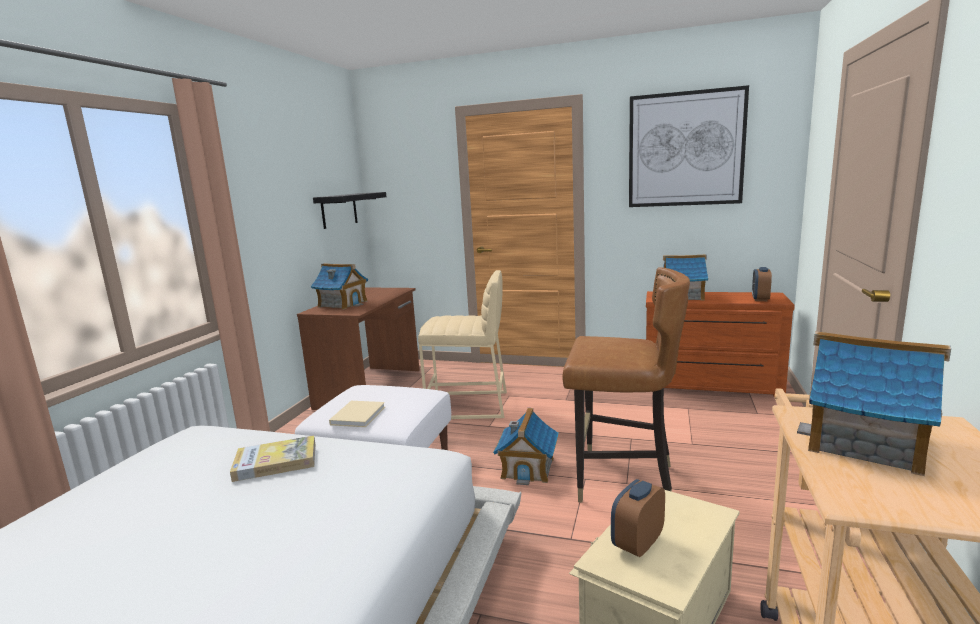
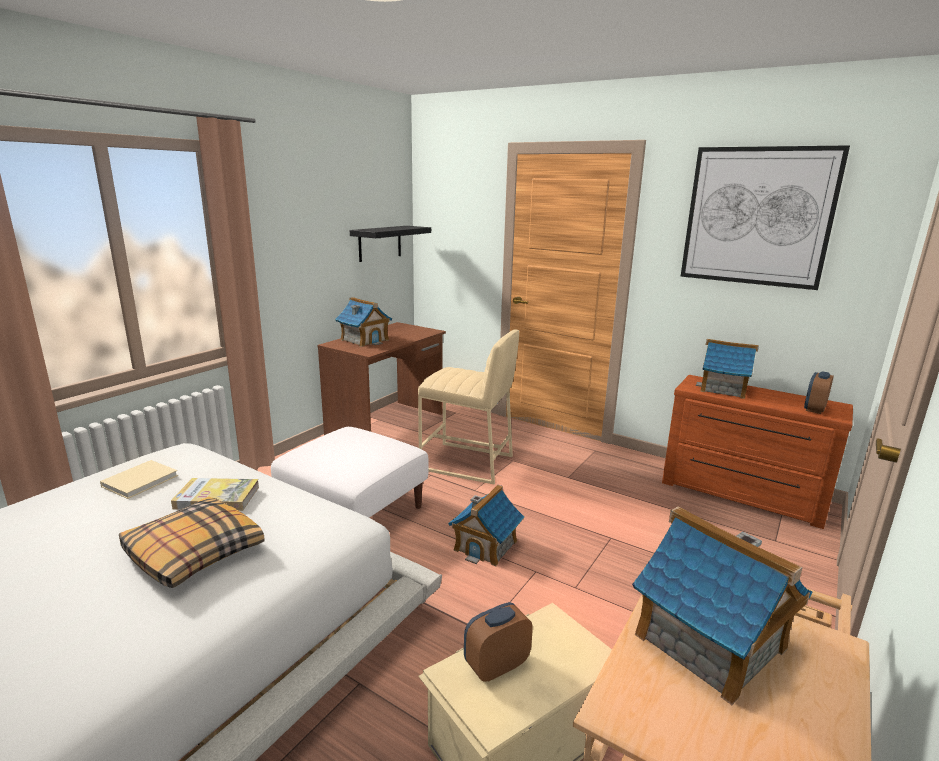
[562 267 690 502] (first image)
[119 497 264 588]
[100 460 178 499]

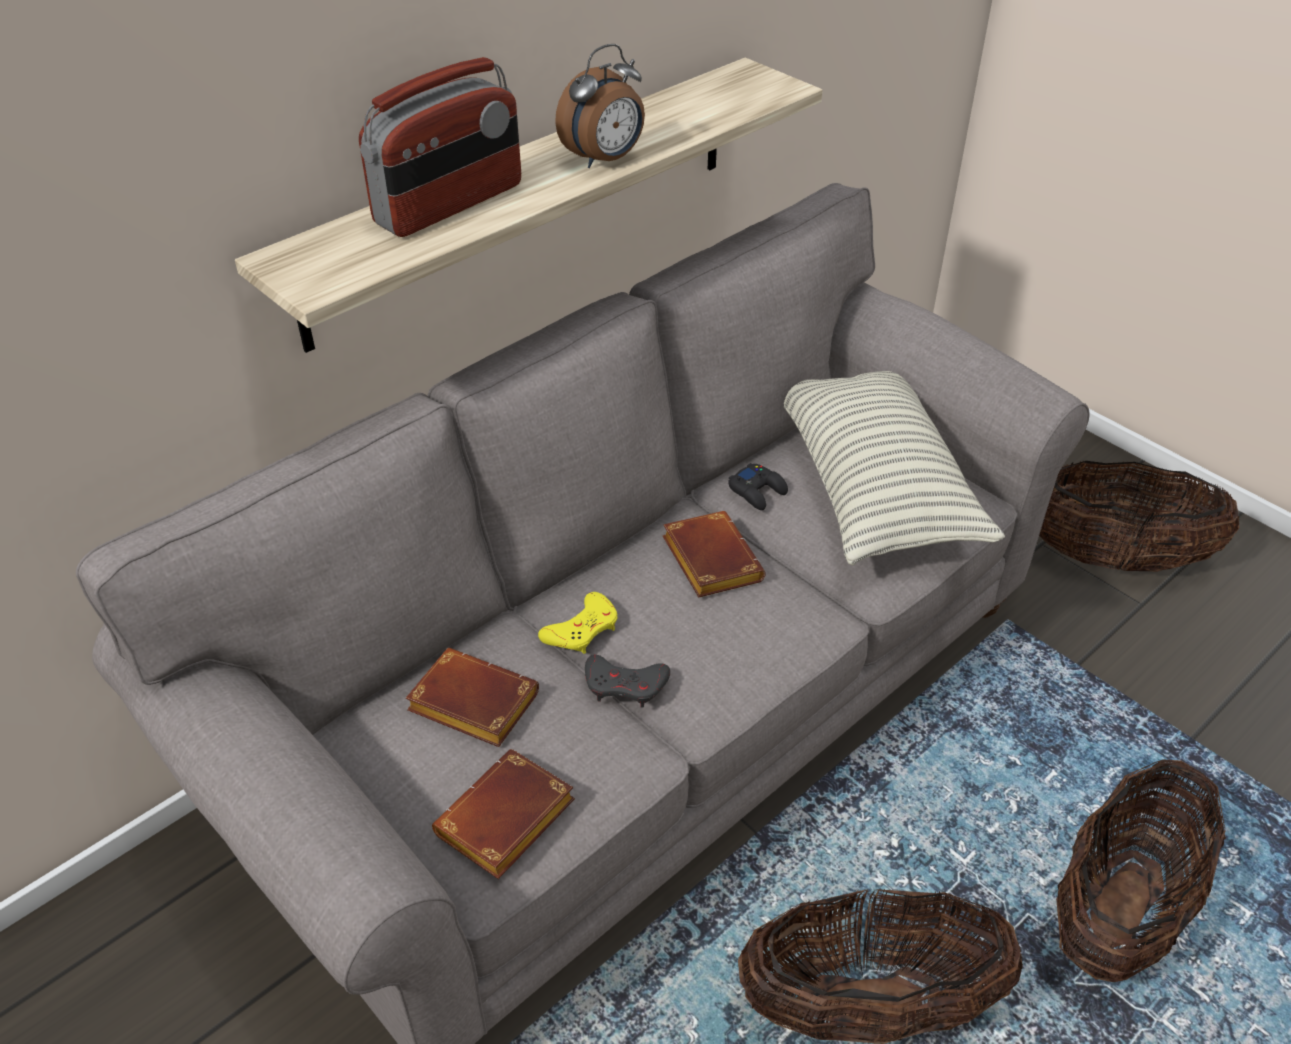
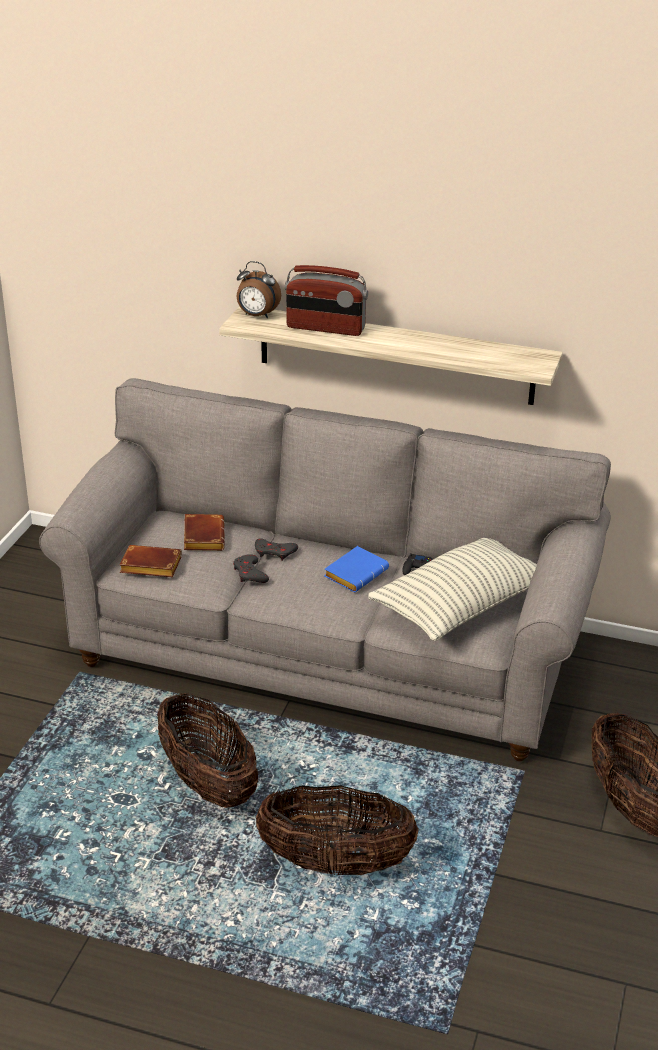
[237 261 281 318]
[255 538 298 561]
[324 546 389 592]

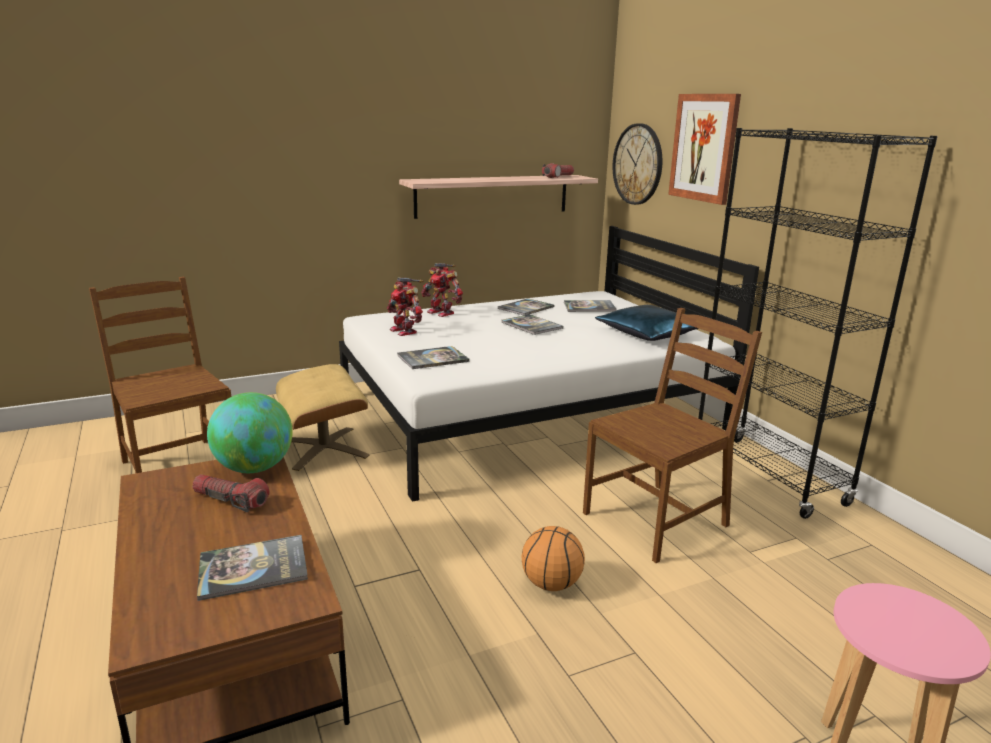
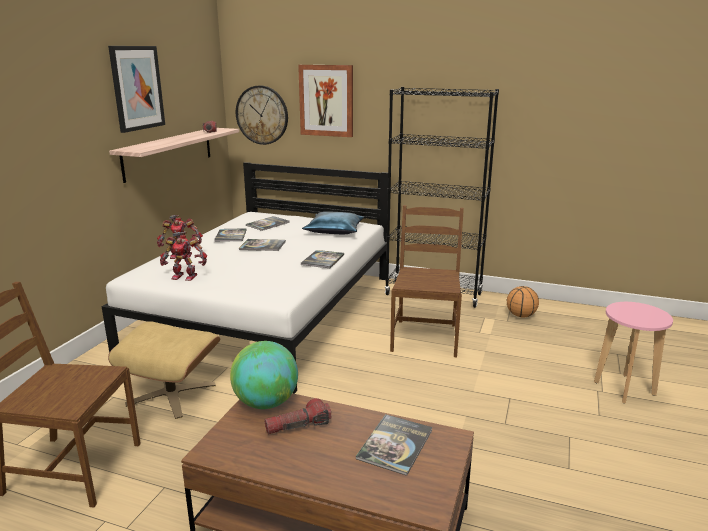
[108 46 165 133]
[301 250 344 268]
[507 286 539 318]

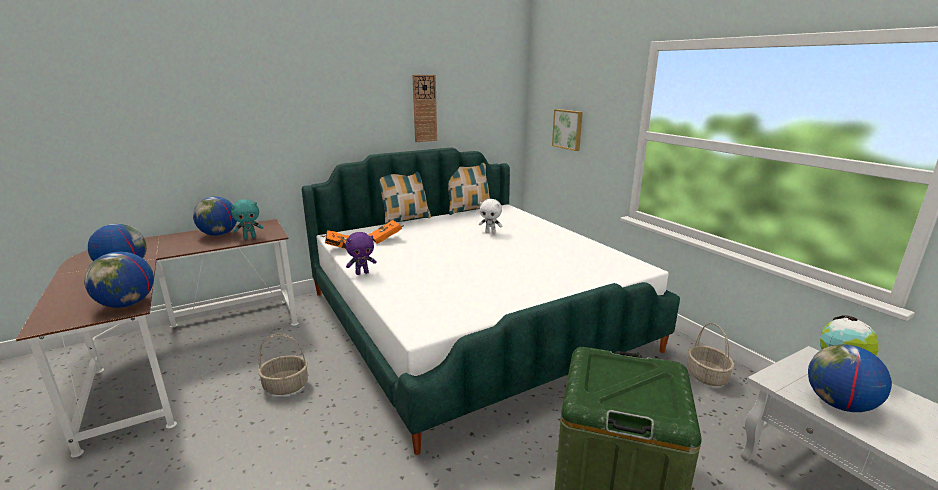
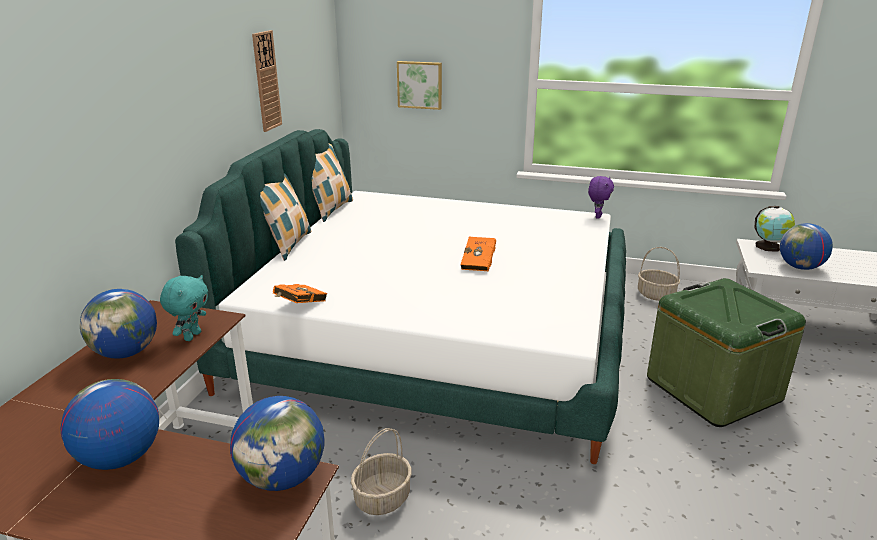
[479 199 502 234] (first image)
[588 176 614 219]
[461 237 496 271]

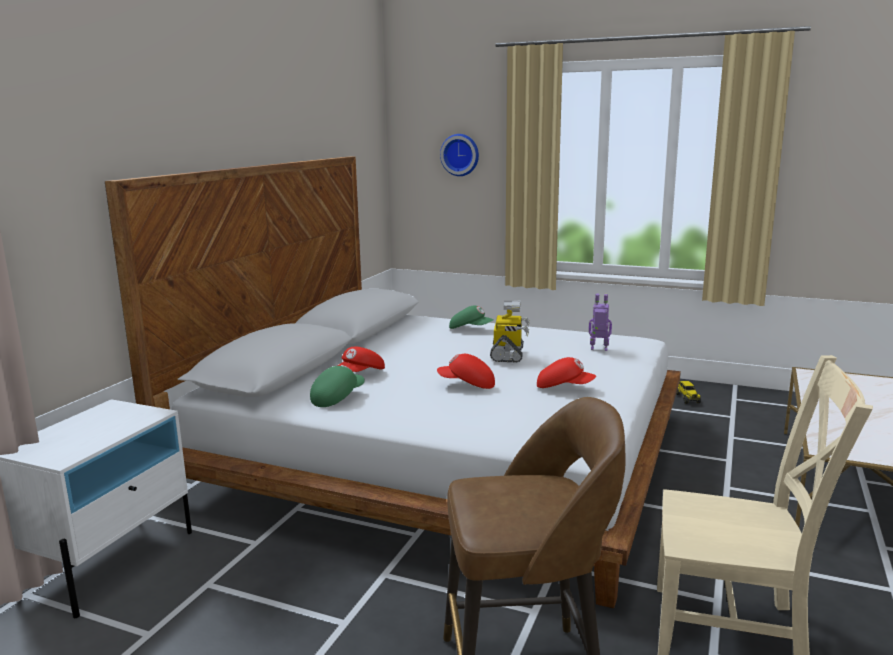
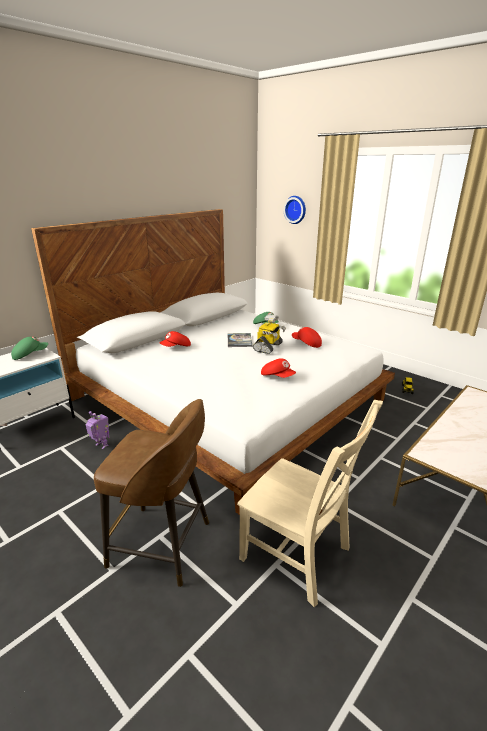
[228 333 252 347]
[11 337 48 360]
[292 327 322 348]
[86 411 109 449]

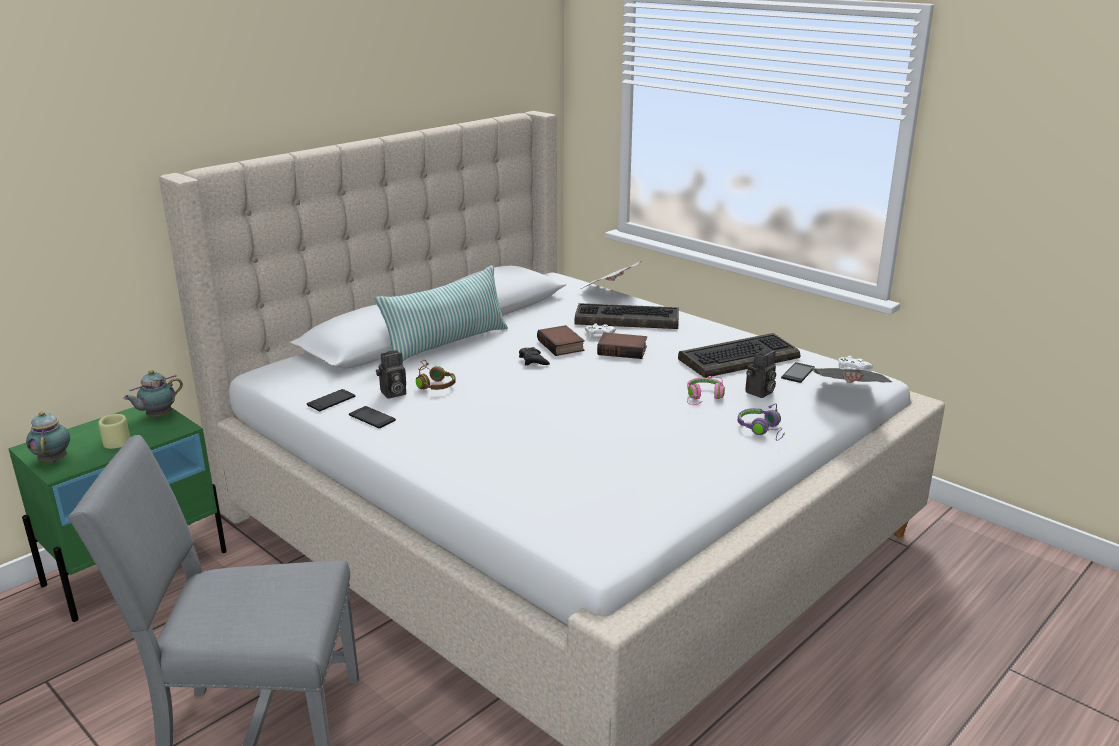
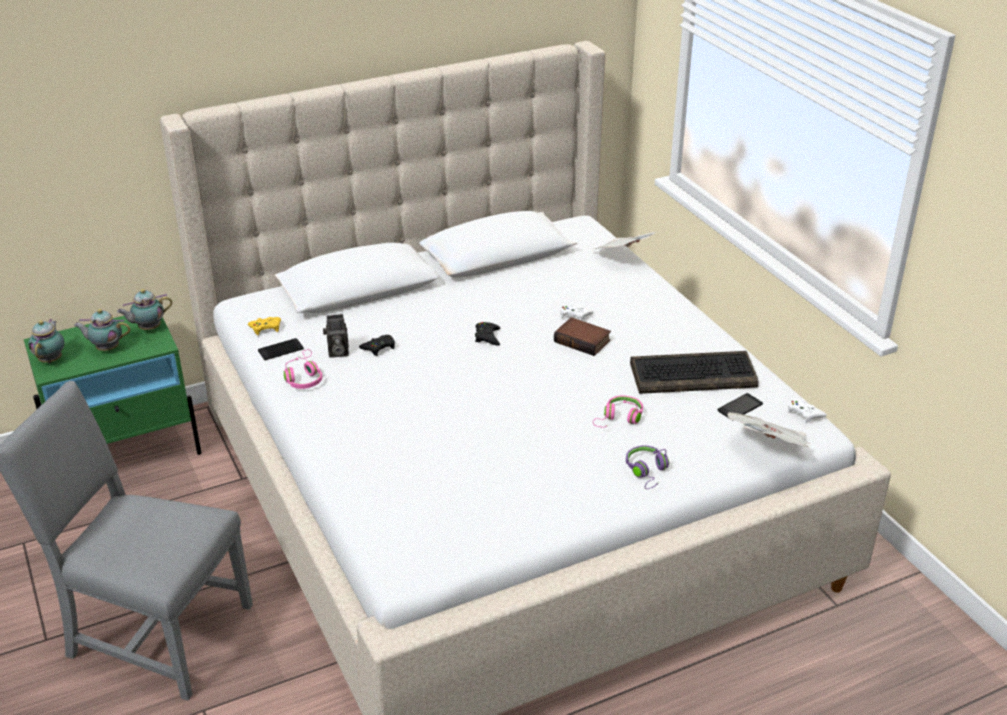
[375 265 508 361] (first image)
[537 325 585 356] (first image)
[575 303 679 329] (first image)
[745 349 776 398] (first image)
[248 317 281 335]
[74 309 130 351]
[284 349 322 389]
[359 335 395 356]

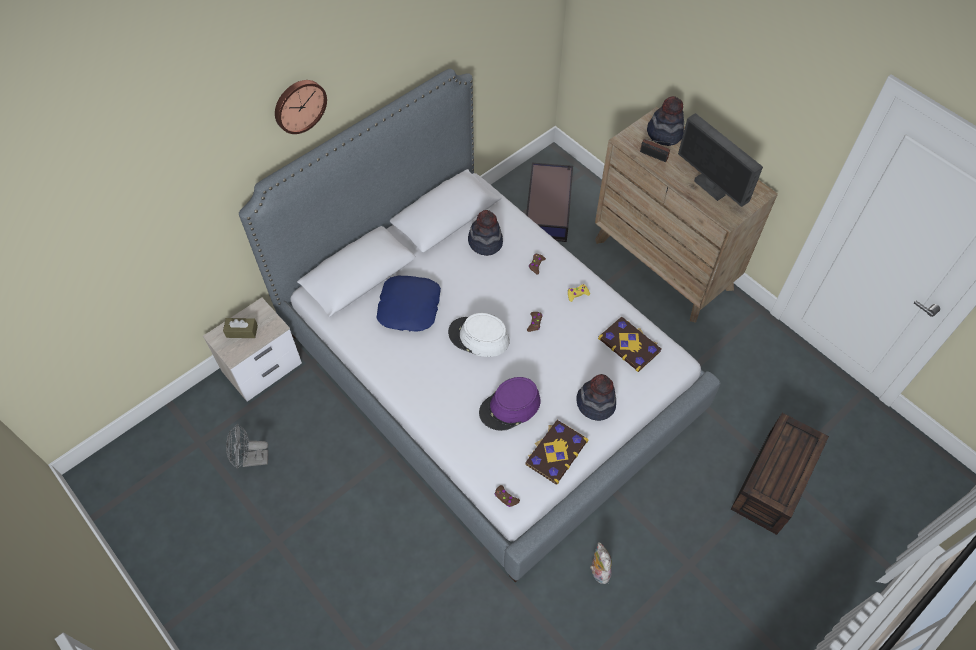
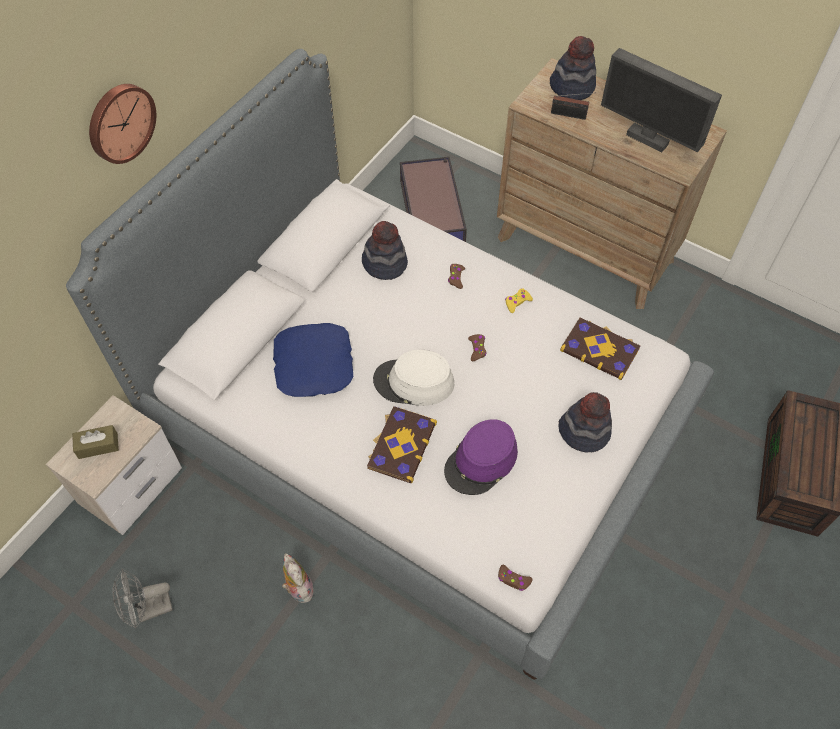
[367 406 437 483]
[282 553 314 603]

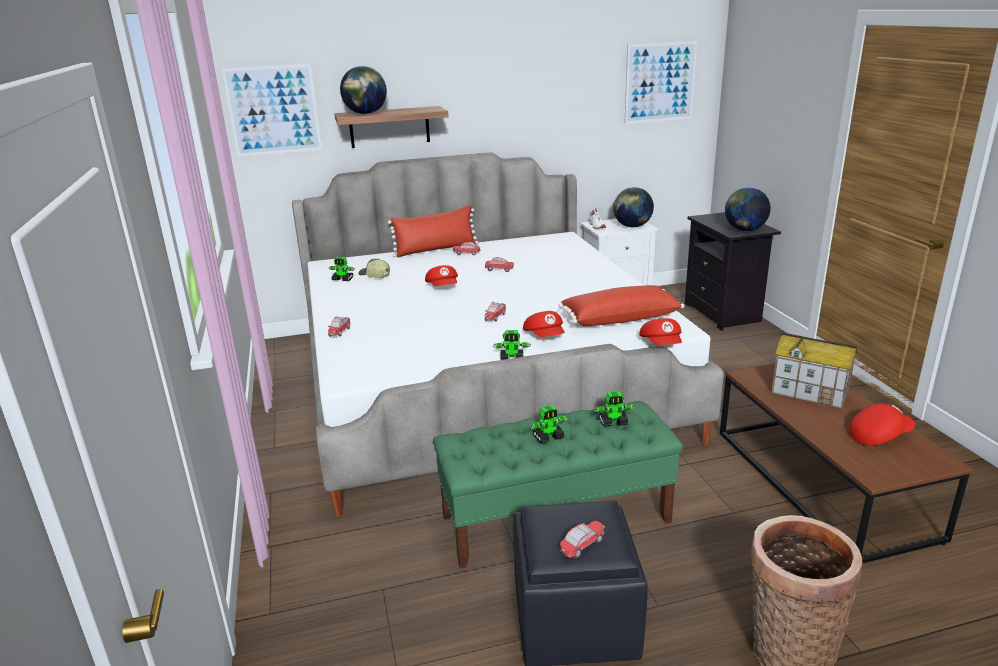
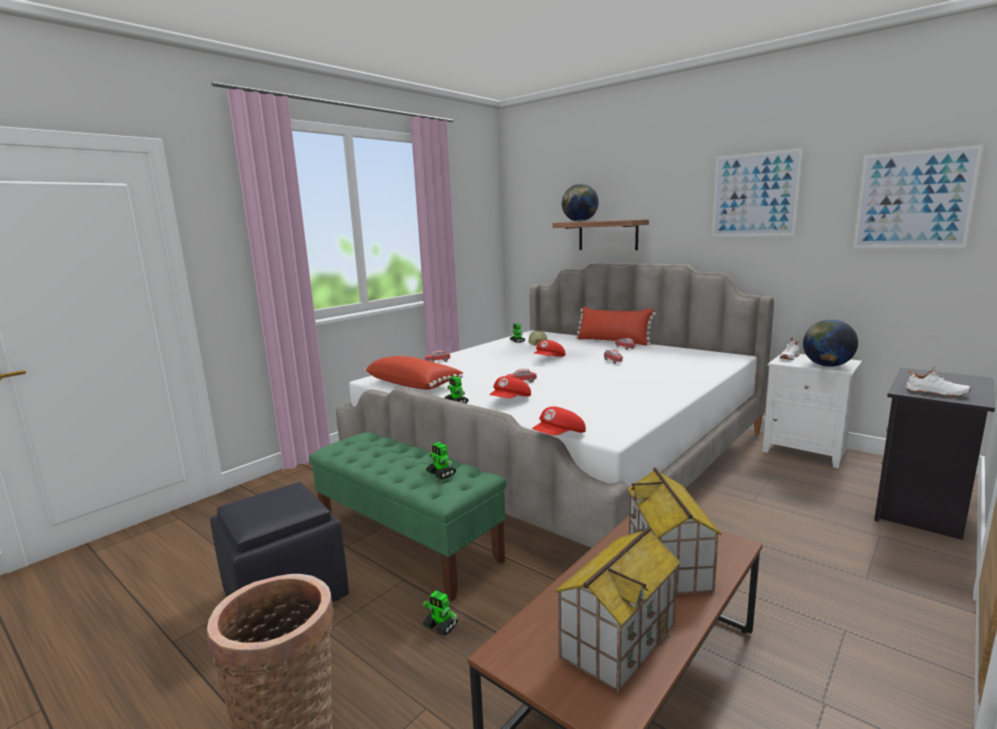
[560 521 605 558] (first image)
[712 148 803 237]
[423 590 458 635]
[365 356 463 390]
[906 366 971 397]
[555 527 681 693]

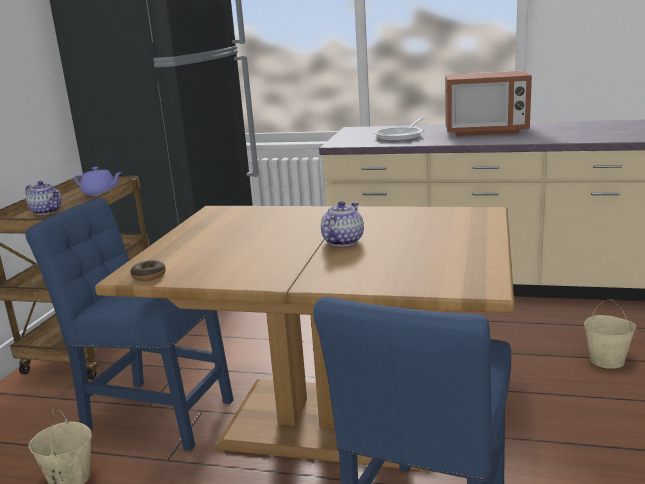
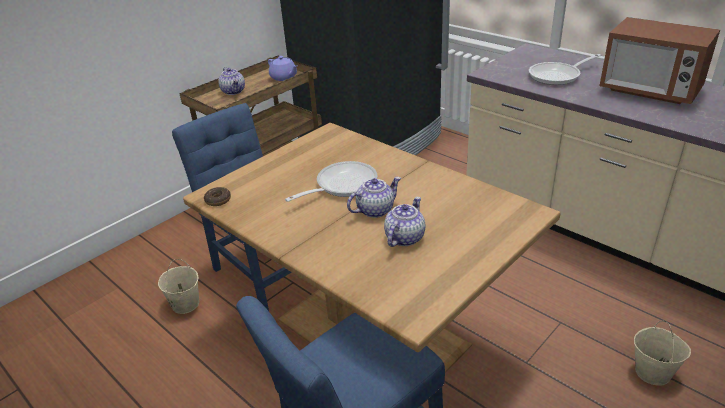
[285 161 378 202]
[384 197 425 247]

